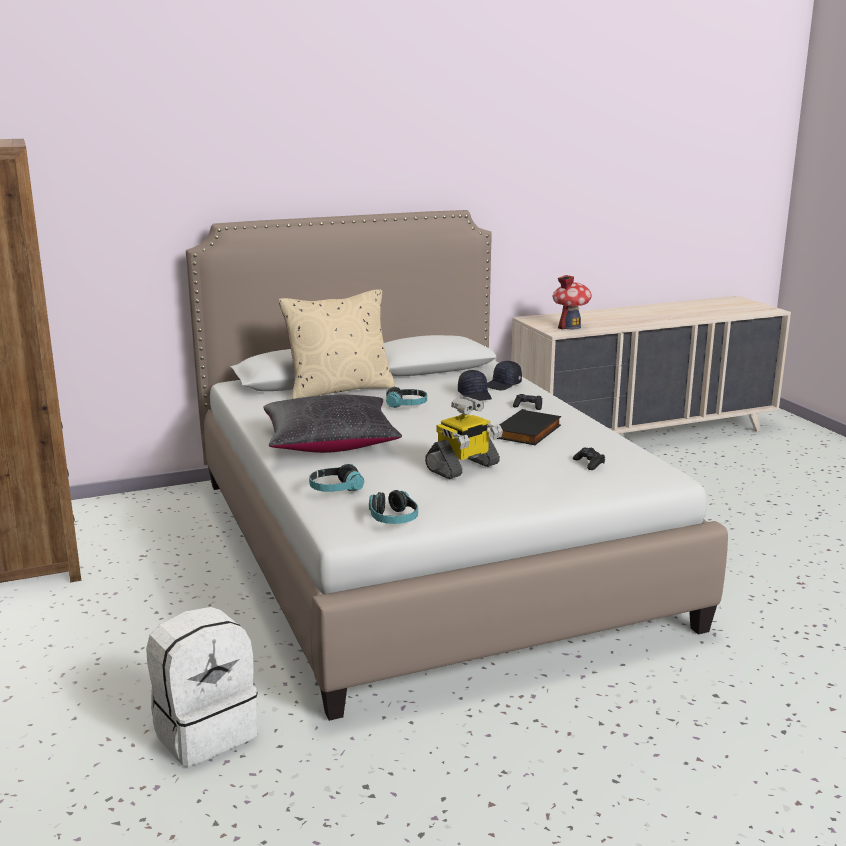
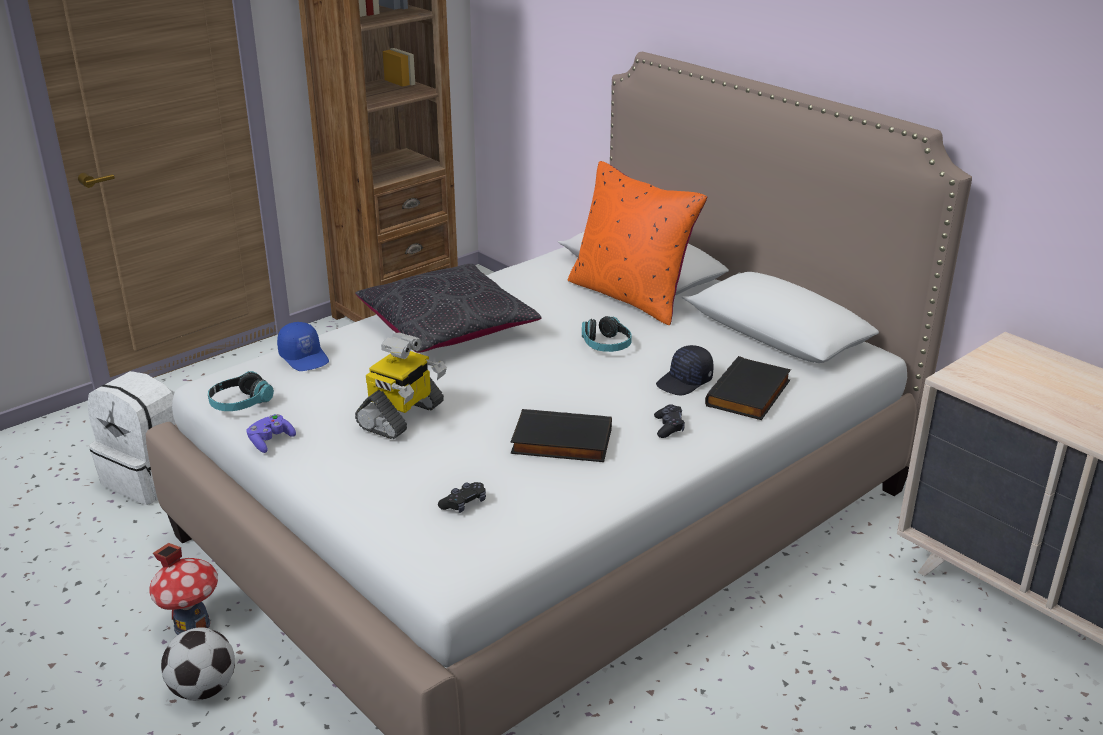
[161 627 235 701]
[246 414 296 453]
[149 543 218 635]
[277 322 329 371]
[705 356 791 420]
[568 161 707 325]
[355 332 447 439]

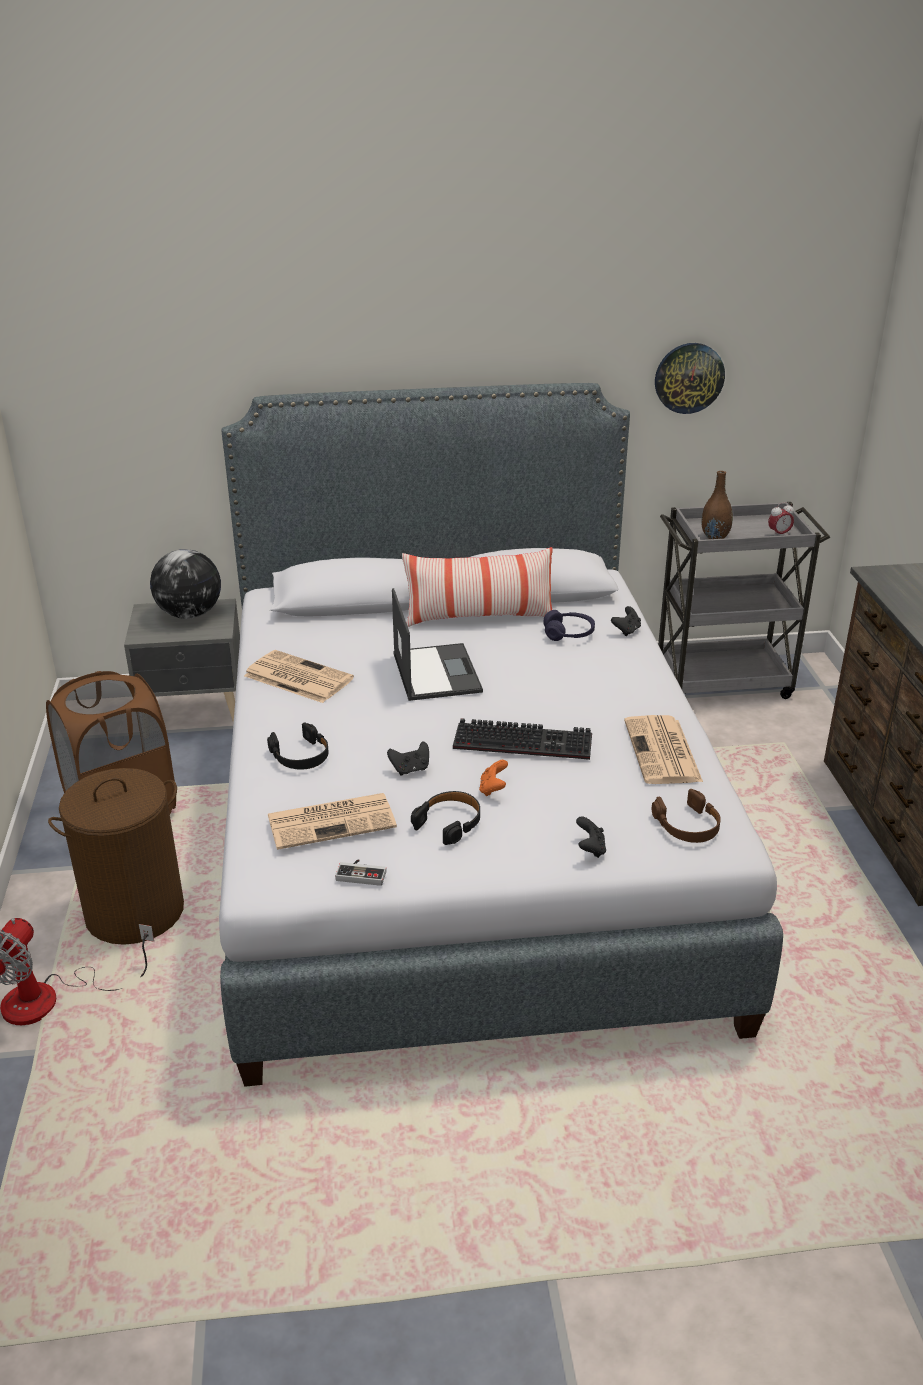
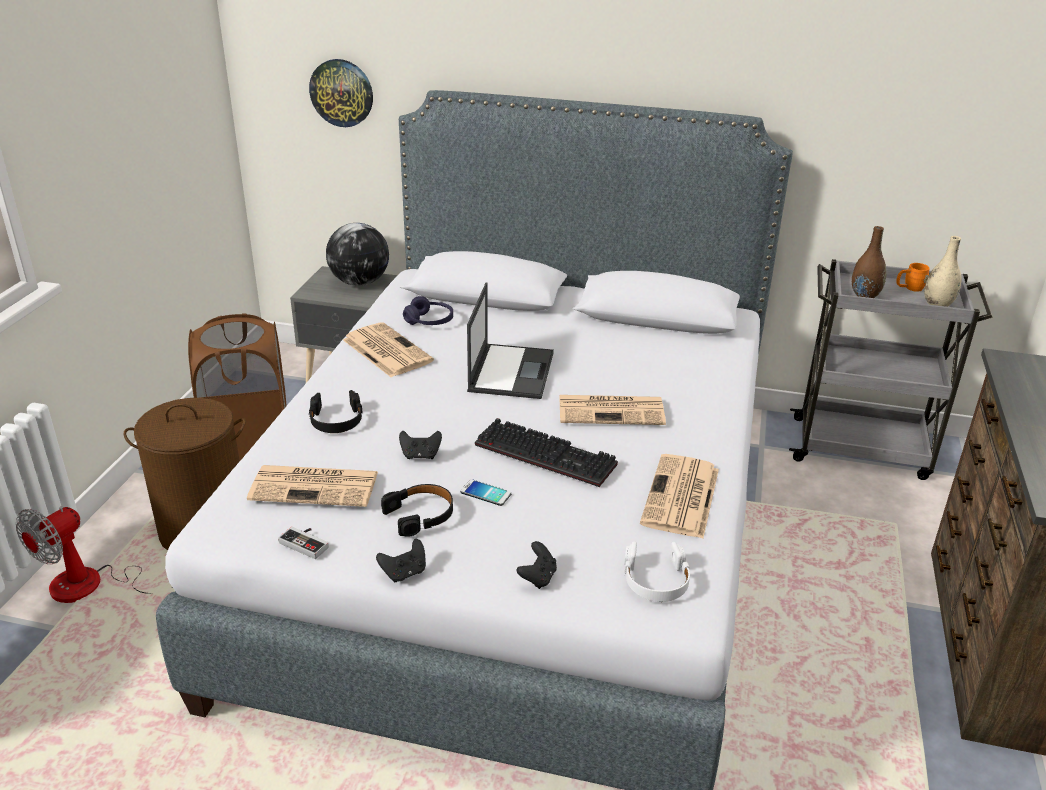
[402 547 553 627] (first image)
[559 395 666 425]
[896 263 930 292]
[403 296 453 325]
[376 539 426 582]
[309 59 373 127]
[460 479 512 506]
[924 236 962 307]
[624 541 690 602]

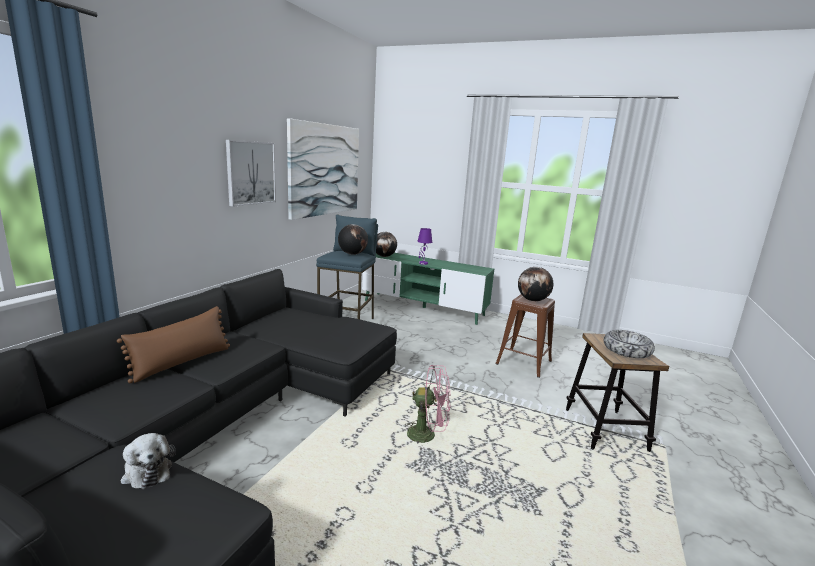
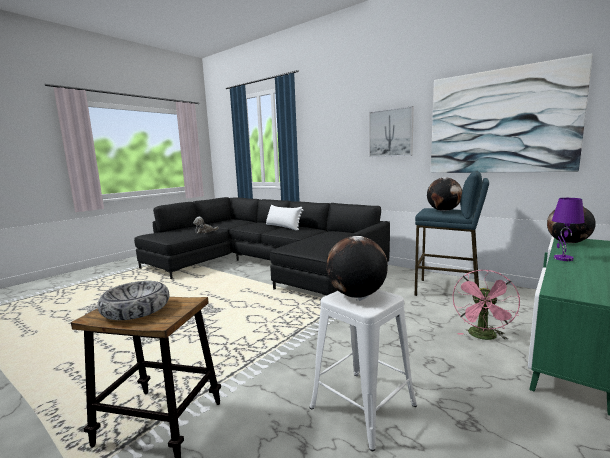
[453 270 520 340]
[266 205 304 230]
[309 289 417 451]

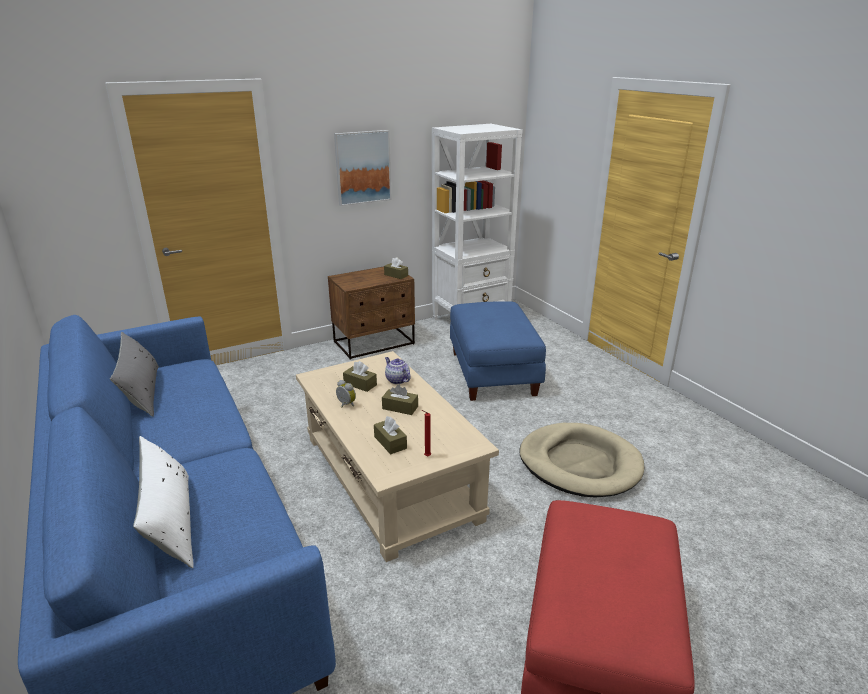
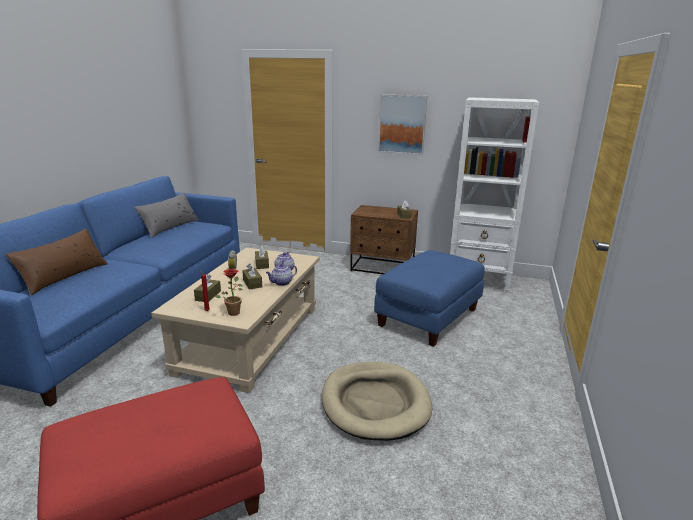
[215 269 243 316]
[266 264 297 286]
[5 228 108 295]

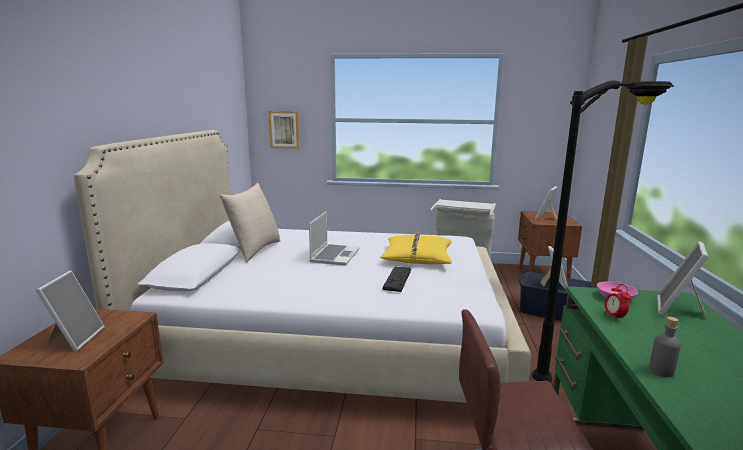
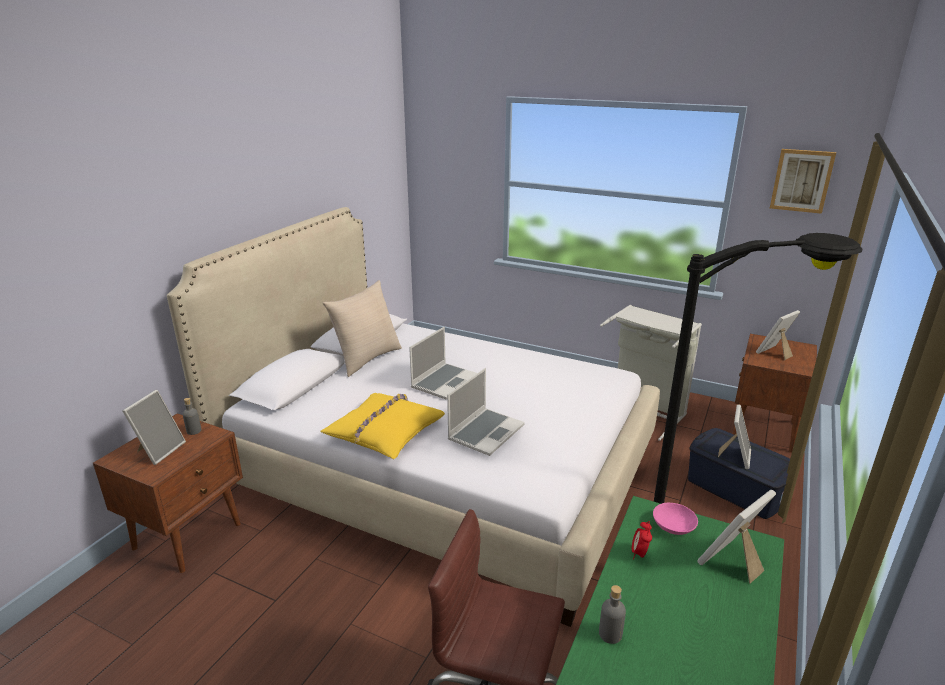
[183 398 201 435]
[770 149 836 214]
[321 393 445 459]
[447 368 525 456]

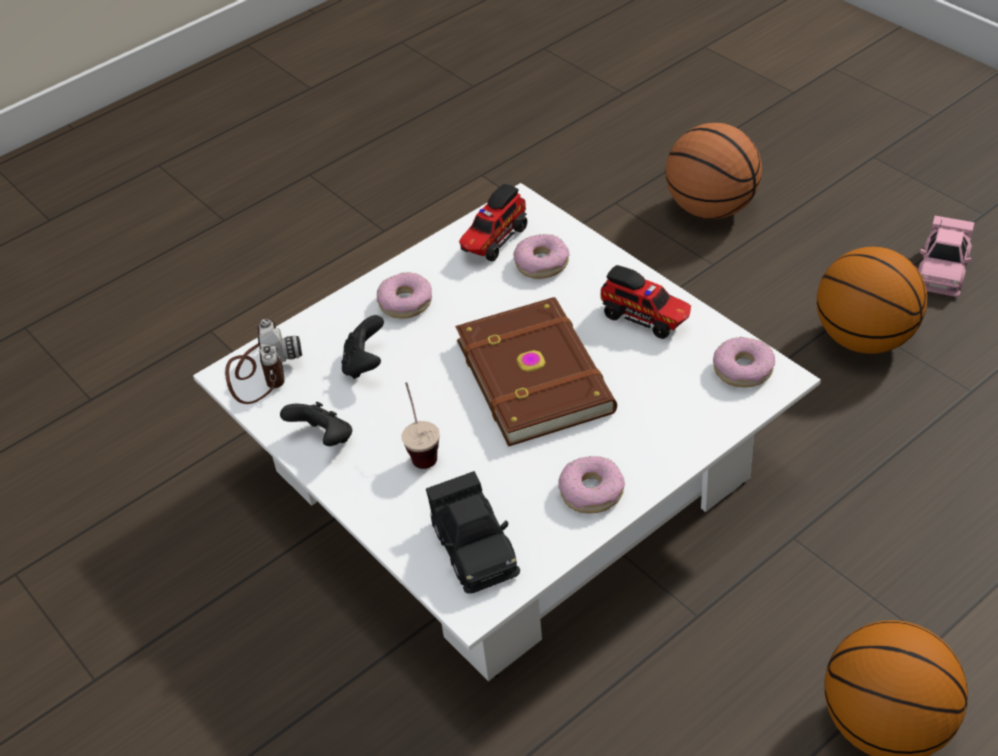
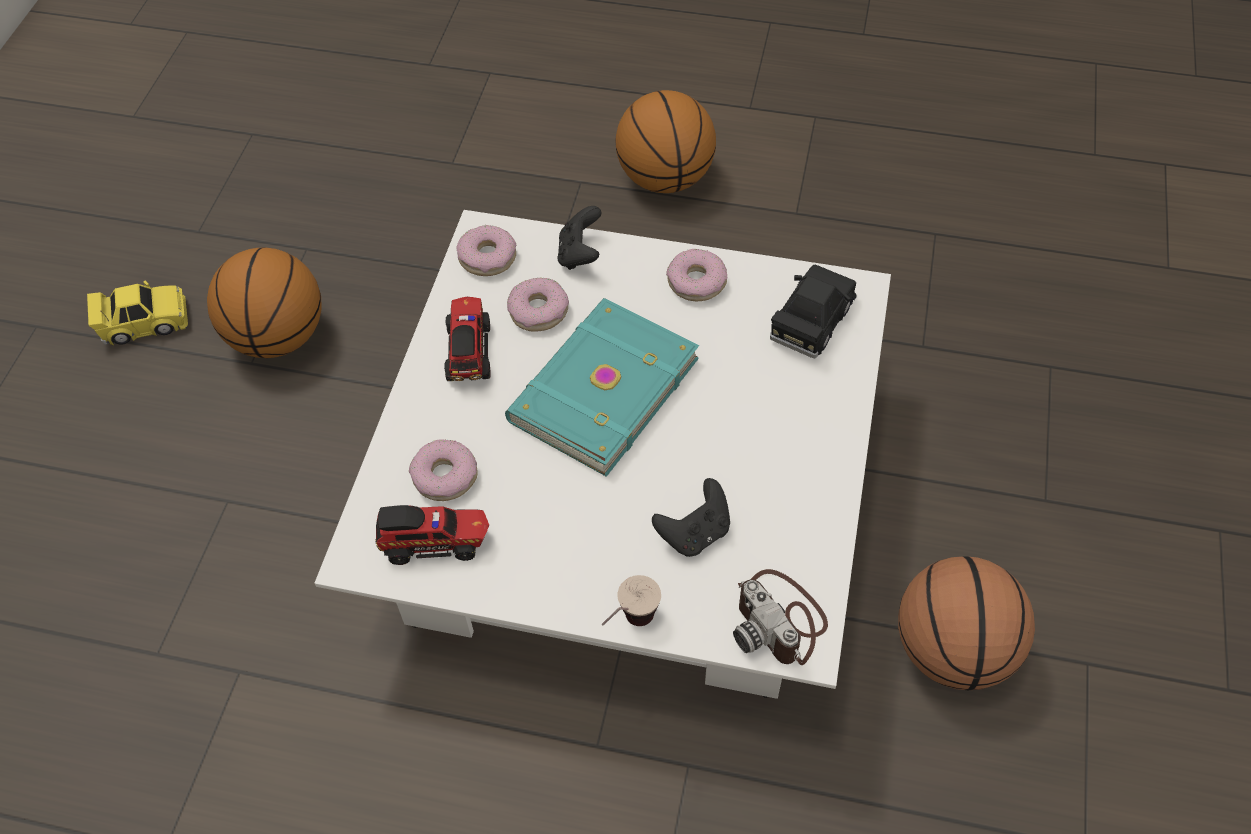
[557 206 602 270]
[507 278 569 332]
[602 575 661 626]
[898 556 1035 690]
[505 298 699 477]
[87 281 188 345]
[733 569 828 665]

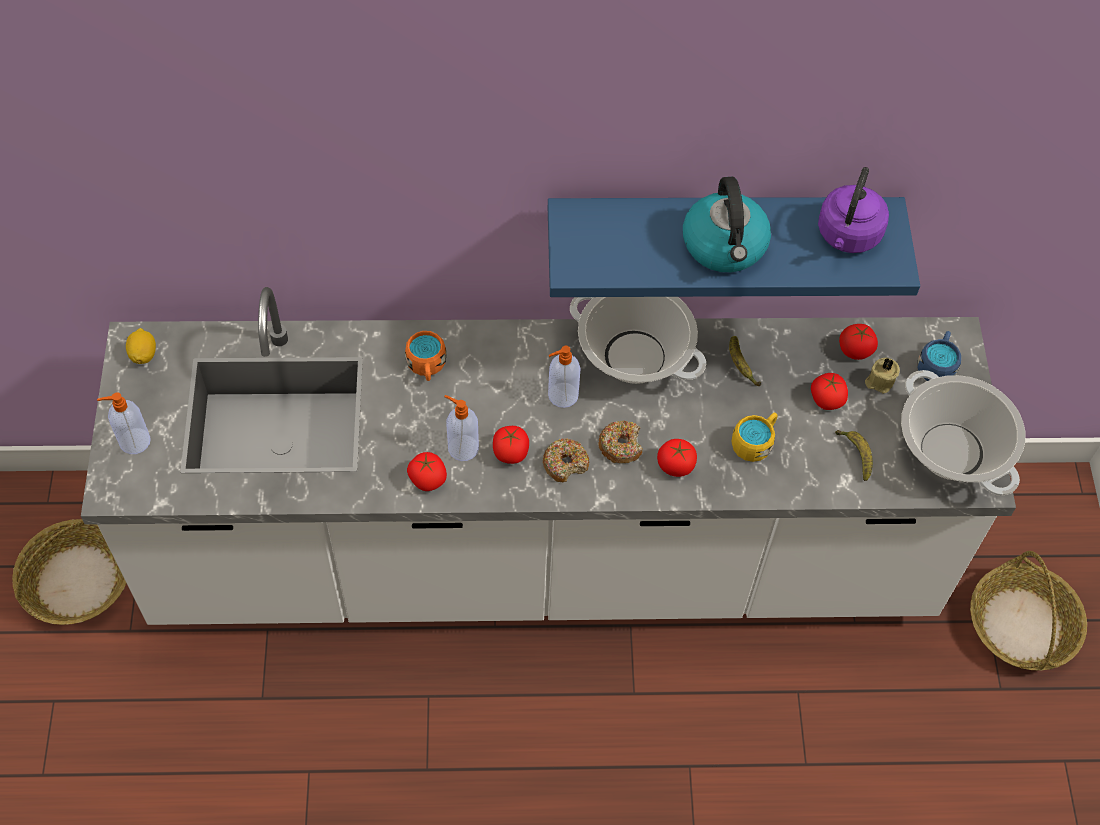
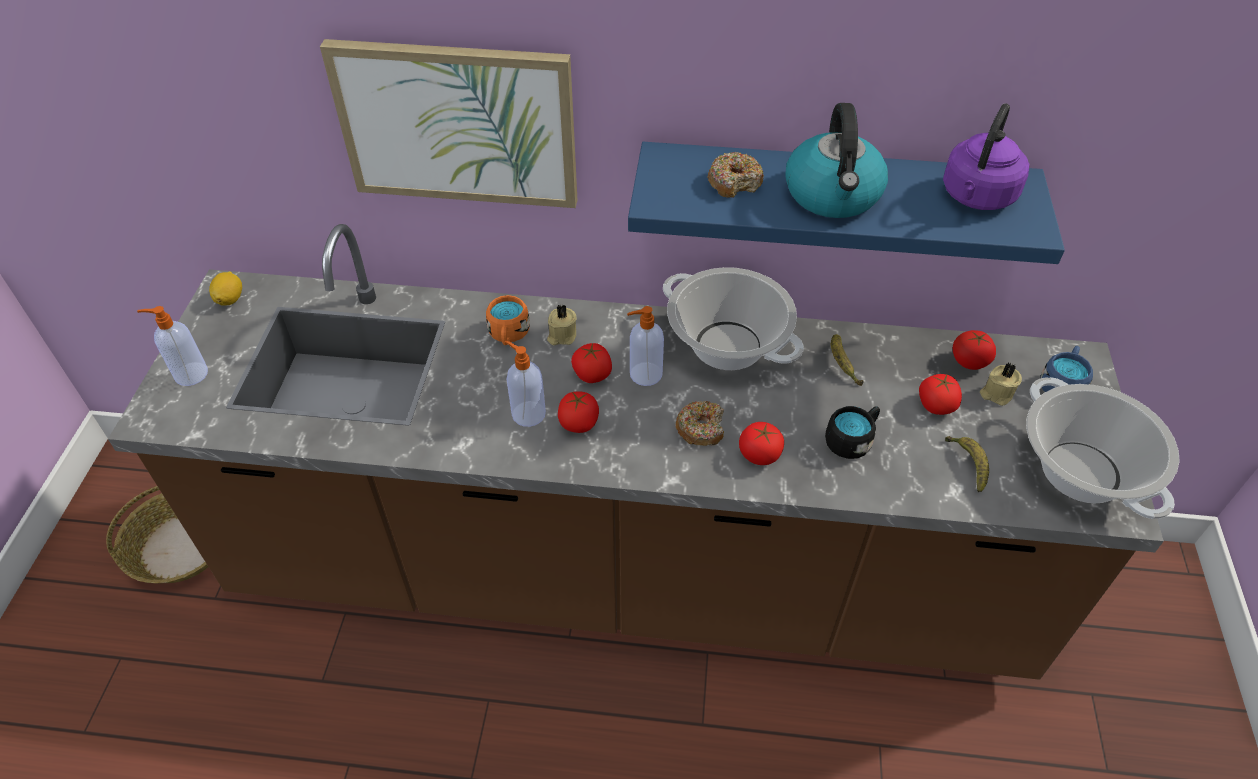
[970 551 1087 671] (first image)
[320 39 577 208]
[547 304 577 345]
[571 343 612 383]
[707 152 764 198]
[108 224 1164 680]
[825 406 880 459]

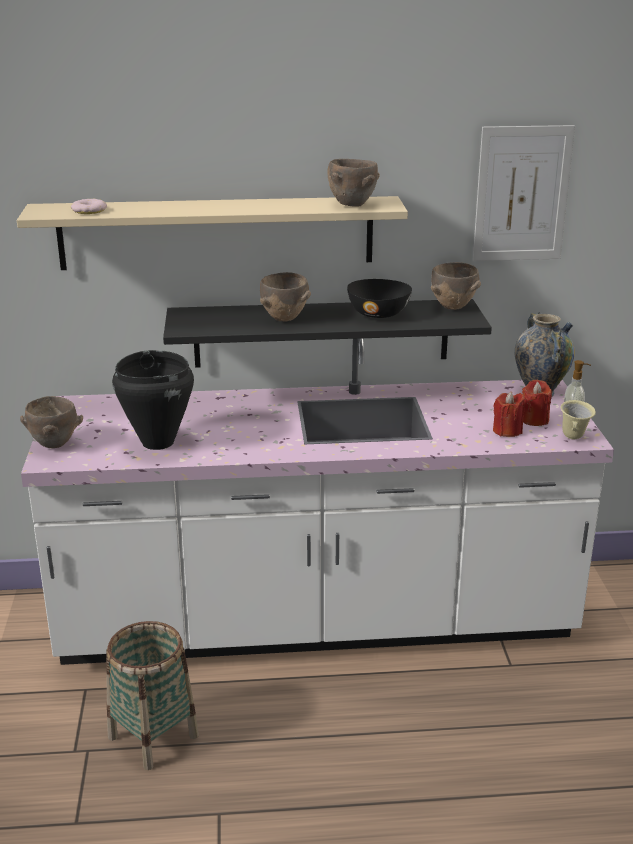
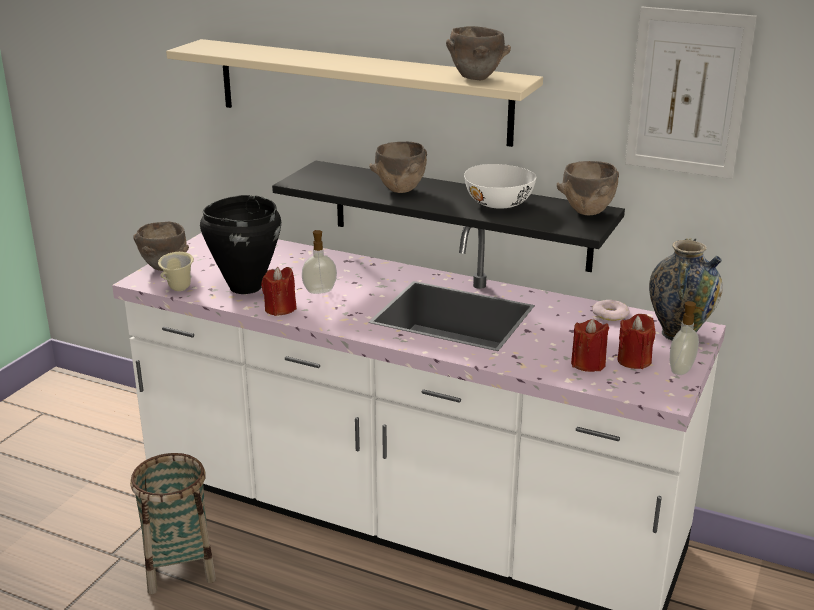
[261 267 297 316]
[302 230 337 294]
[592 300 629 321]
[158 252 194 291]
[464 164 536 209]

